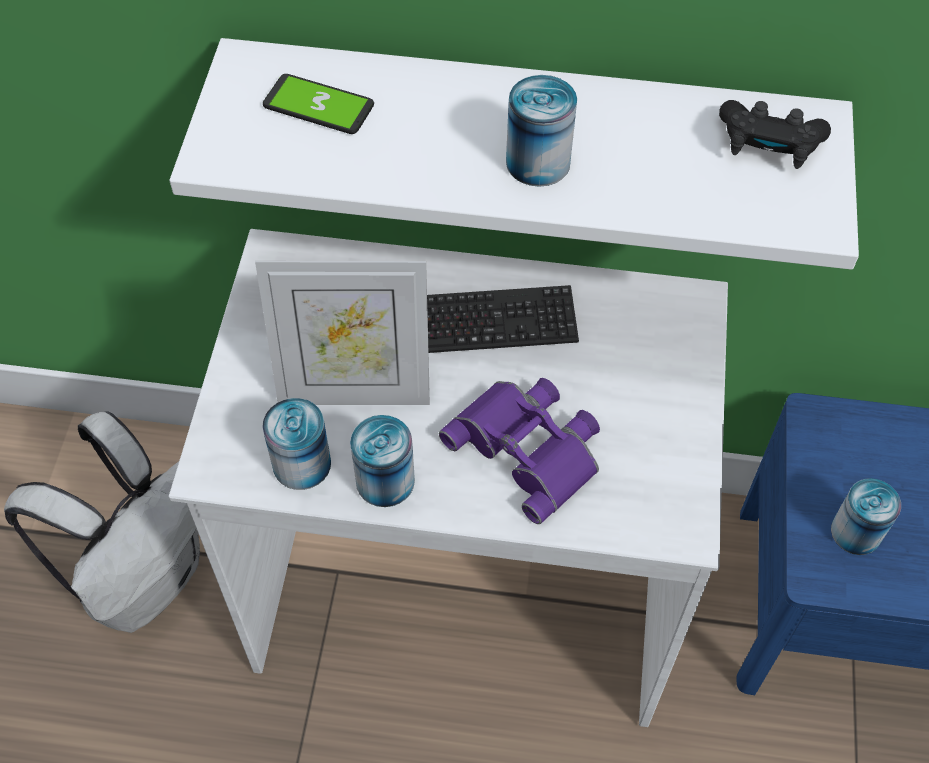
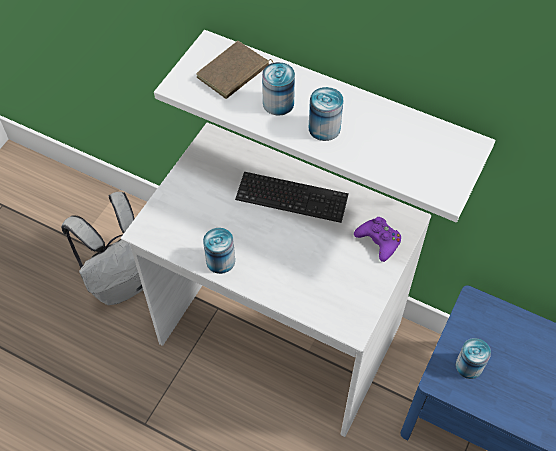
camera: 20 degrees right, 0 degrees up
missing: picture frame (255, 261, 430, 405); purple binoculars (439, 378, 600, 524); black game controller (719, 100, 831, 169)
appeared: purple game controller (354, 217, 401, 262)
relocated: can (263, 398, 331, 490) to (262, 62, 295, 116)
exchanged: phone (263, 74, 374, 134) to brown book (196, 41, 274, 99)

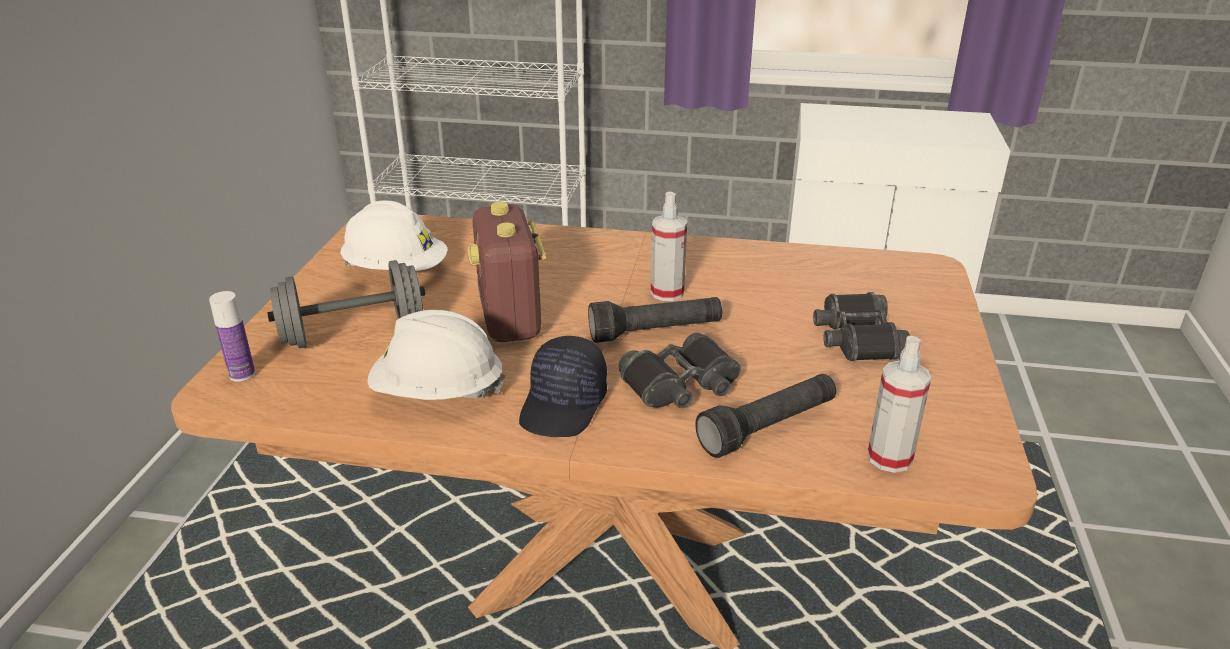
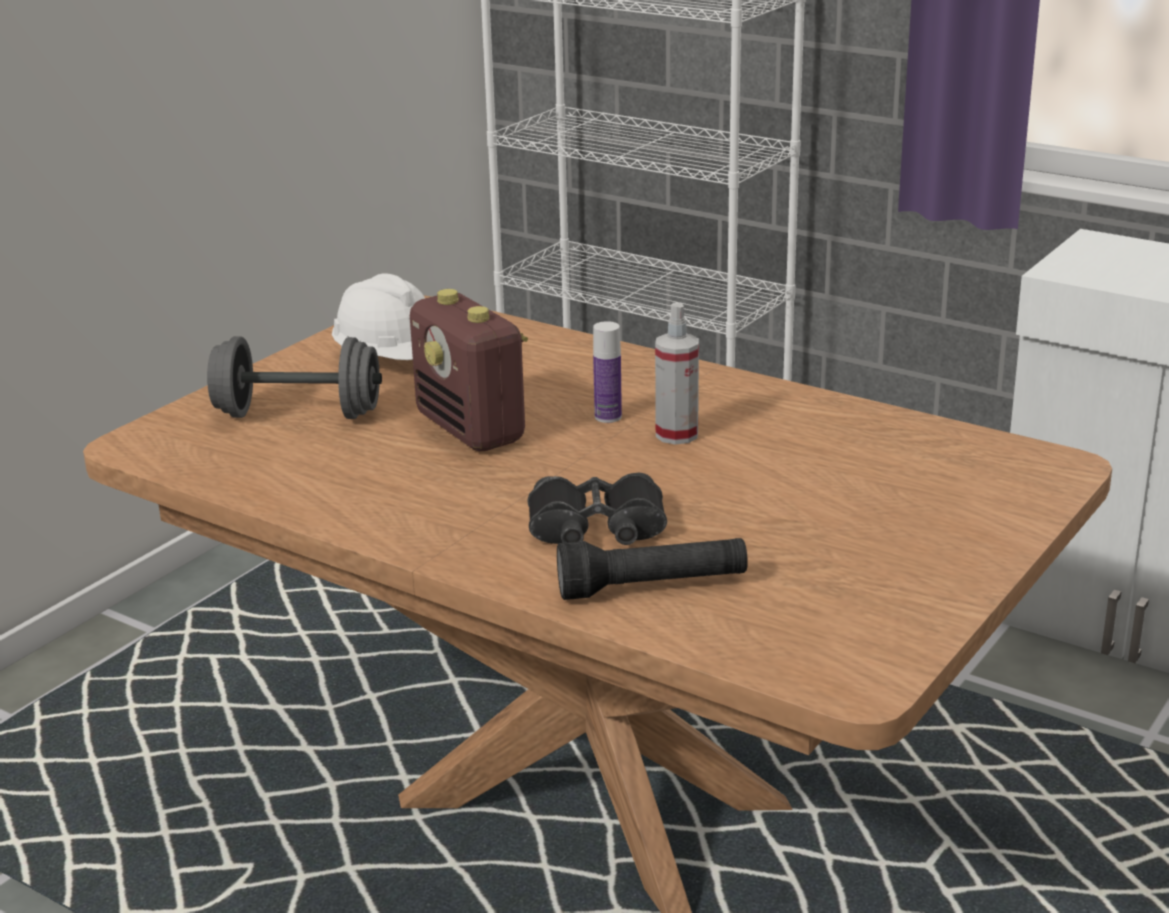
camera: 25 degrees right, 5 degrees down
missing: white hard hat (367, 310, 505, 400); black cap (519, 336, 607, 437); black flashlight (588, 297, 722, 343); black binoculars (813, 292, 910, 361); spray bottle (867, 336, 931, 473)
relocated: bottle (209, 291, 255, 382) to (593, 321, 622, 423)
spun: radio (468, 202, 546, 342) = (410, 289, 528, 451) 45 degrees counterclockwise

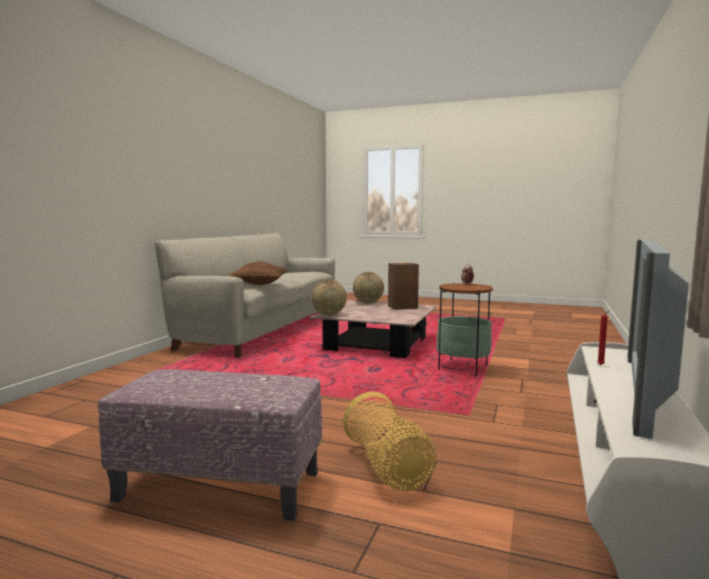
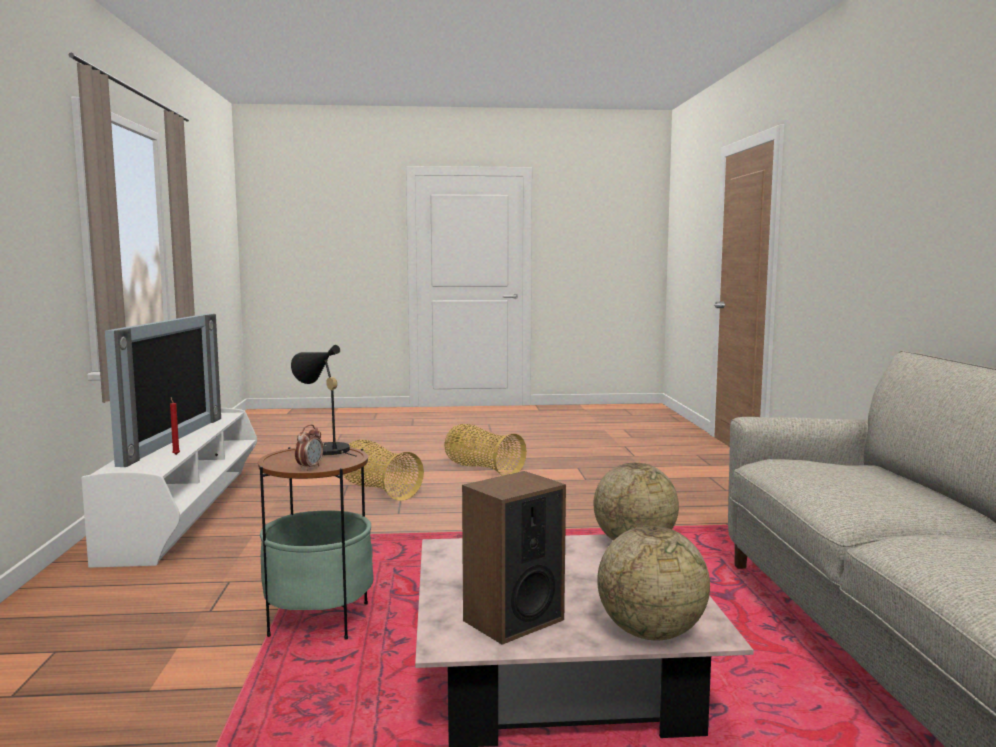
camera: 155 degrees right, 0 degrees up
missing: brown pillow (229, 261, 287, 285)
appeared: black table lamp (291, 345, 357, 457)
exchanged: ottoman (98, 369, 322, 521) to basket (444, 424, 527, 476)

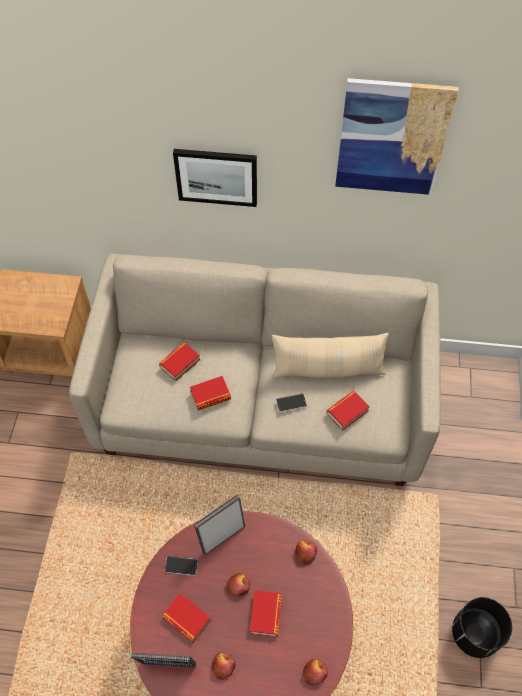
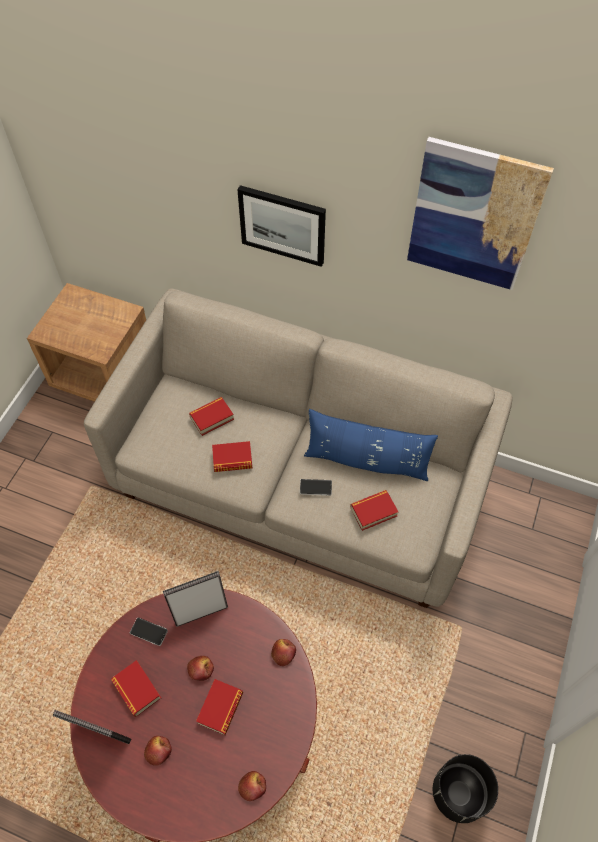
camera: 15 degrees right, 0 degrees up
colour: beige pillow (272, 333, 389, 378) to blue pillow (304, 409, 438, 481)

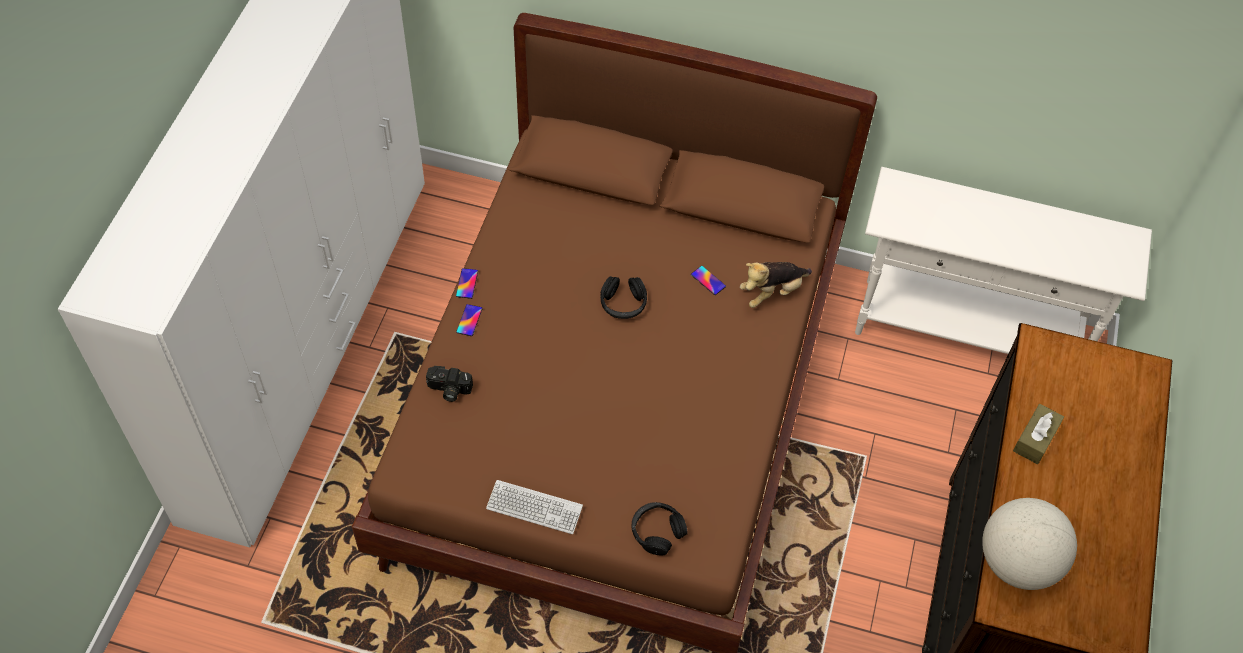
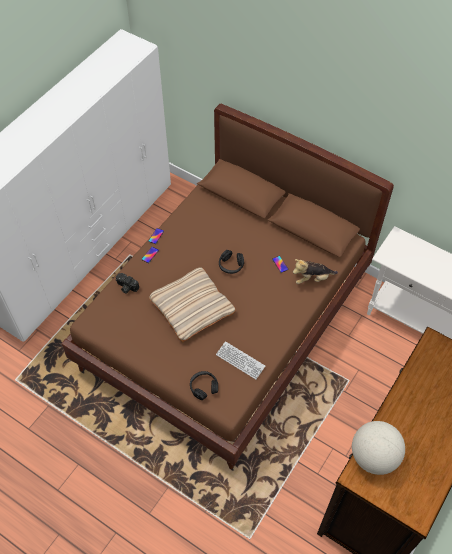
camera: 20 degrees right, 0 degrees up
missing: brown tissue box (1013, 404, 1064, 464)
appeared: beige pillow (149, 267, 236, 342)
relocated: keyboard (486, 480, 583, 534) to (216, 341, 265, 379)

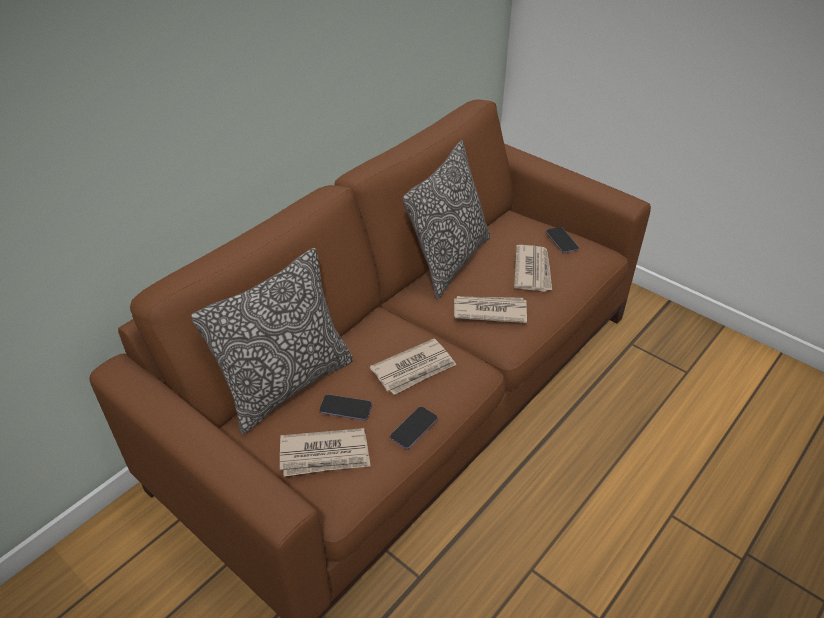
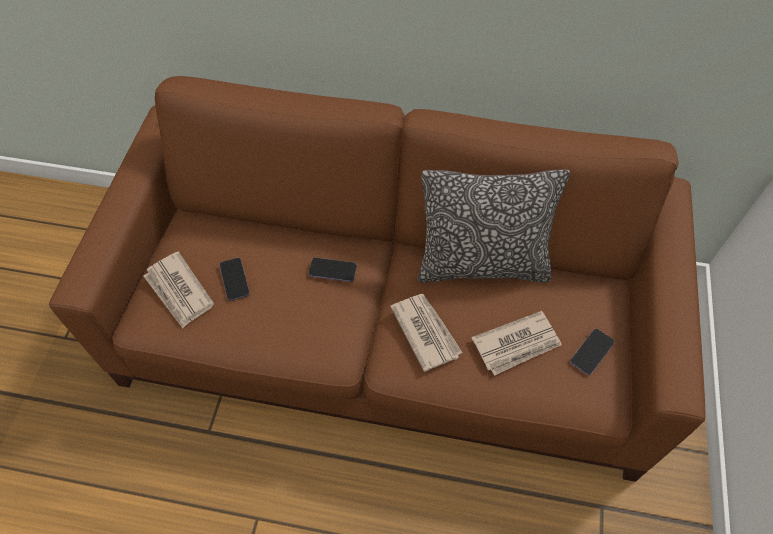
camera: 60 degrees right, 15 degrees up
missing: pillow (191, 248, 353, 434); newspaper (370, 338, 456, 395)
relocated: phone (390, 407, 438, 449) to (309, 257, 357, 282)

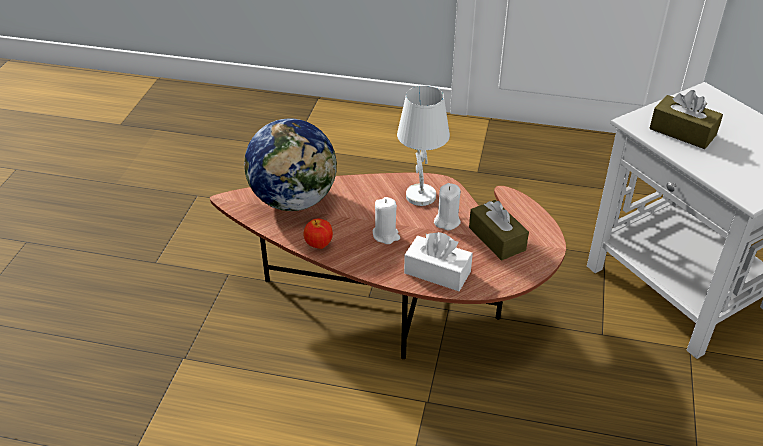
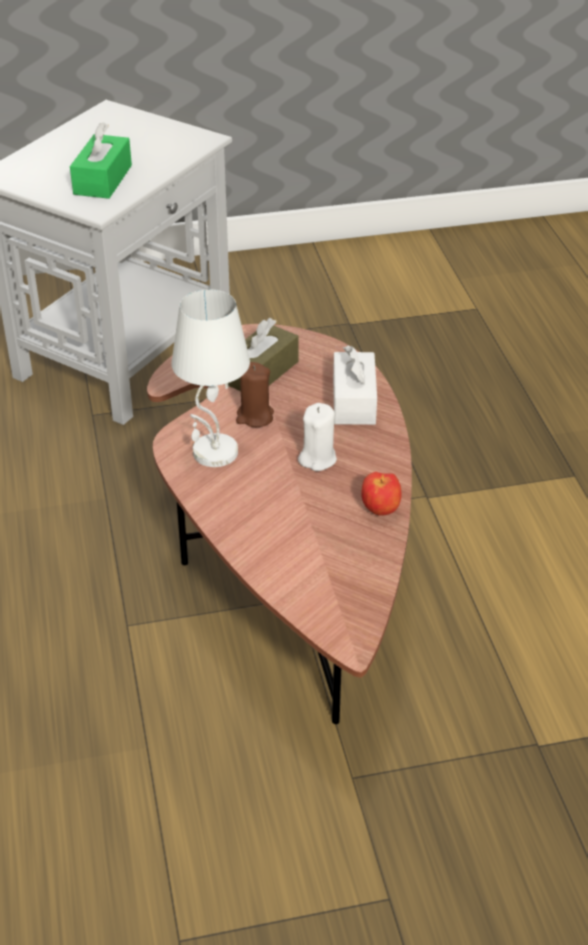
camera: 115 degrees left, 0 degrees up
missing: globe (244, 119, 337, 211)
colour: white candle (434, 183, 461, 230) to brown candle (236, 362, 274, 427); brown tissue box (649, 90, 723, 149) to green tissue box (70, 122, 132, 199)

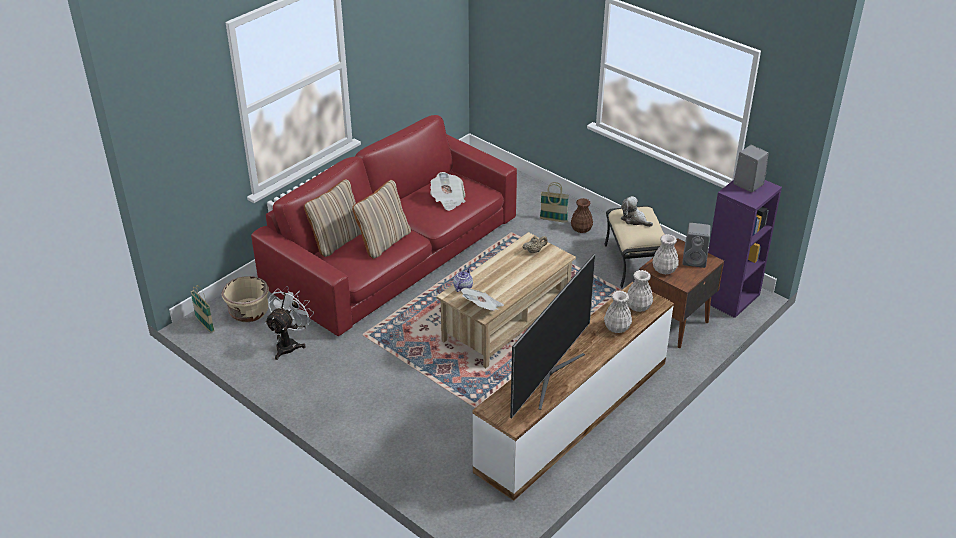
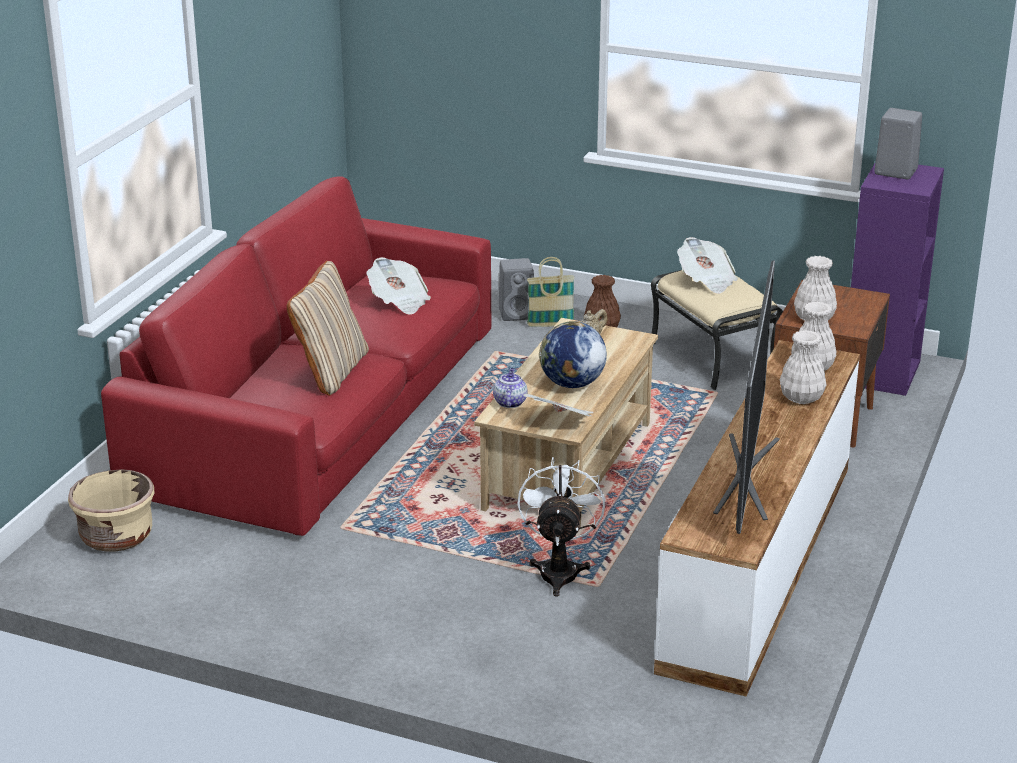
camera: 20 degrees left, 10 degrees down
missing: basket (190, 285, 215, 333); beige pillow (304, 179, 362, 257)
appeared: globe (539, 321, 607, 388)
relocated: white fan (265, 286, 314, 360) to (517, 457, 606, 597); grey speaker (683, 223, 711, 268) to (499, 258, 534, 321)
exchanged: plush toy (621, 196, 653, 227) to newspaper (677, 237, 738, 294)

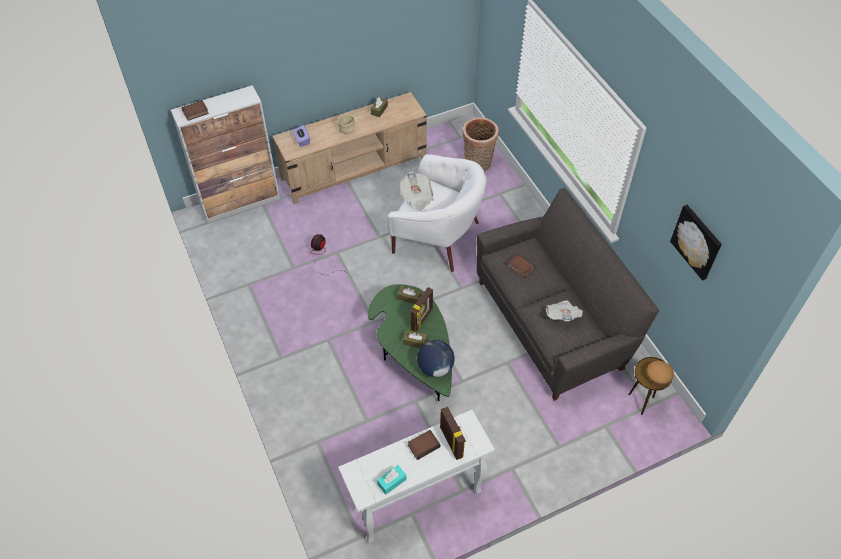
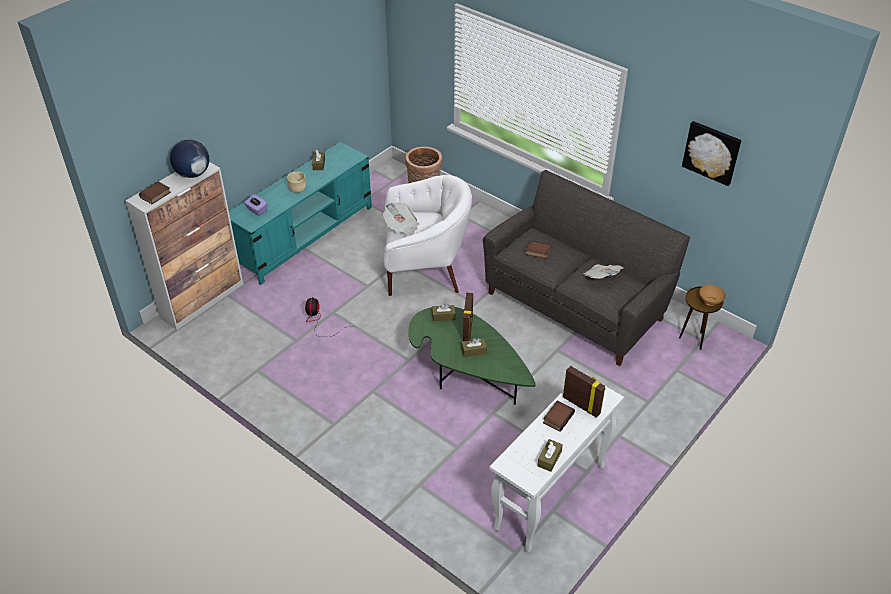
camera: 25 degrees left, 10 degrees down
relocated: globe (417, 340, 455, 377) to (170, 140, 209, 178)
colour: beige tv stand (273, 92, 427, 204) to turquoise tv stand (229, 142, 372, 285); turquoise tissue box (377, 465, 406, 495) to brown tissue box (537, 439, 563, 472)

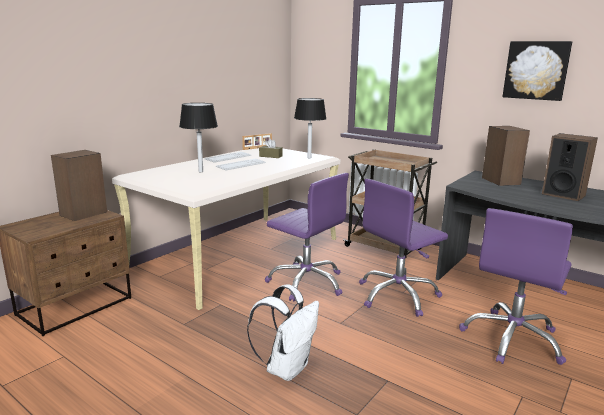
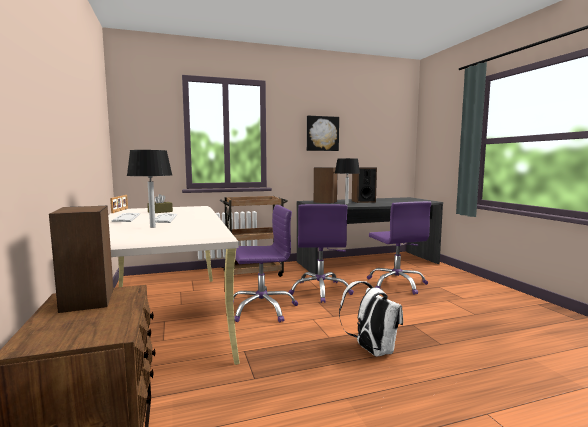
camera: 55 degrees left, 10 degrees down
relocated: black table lamp (294, 98, 327, 158) to (335, 158, 360, 205)

